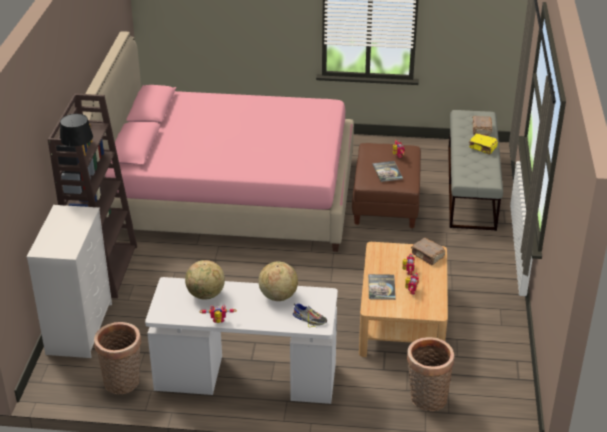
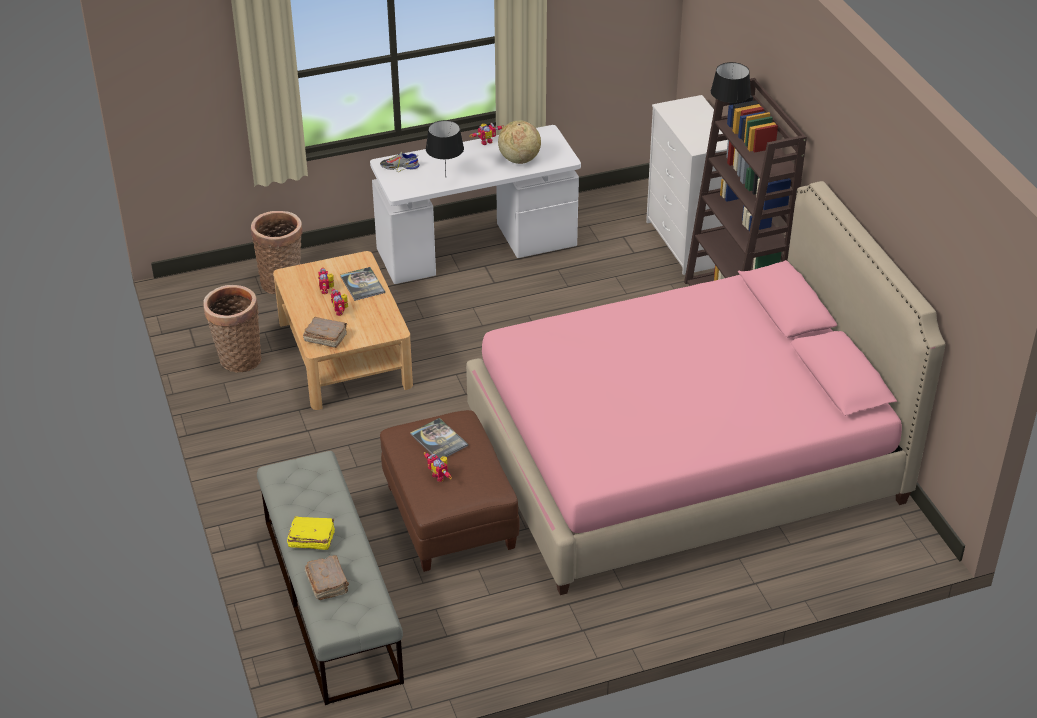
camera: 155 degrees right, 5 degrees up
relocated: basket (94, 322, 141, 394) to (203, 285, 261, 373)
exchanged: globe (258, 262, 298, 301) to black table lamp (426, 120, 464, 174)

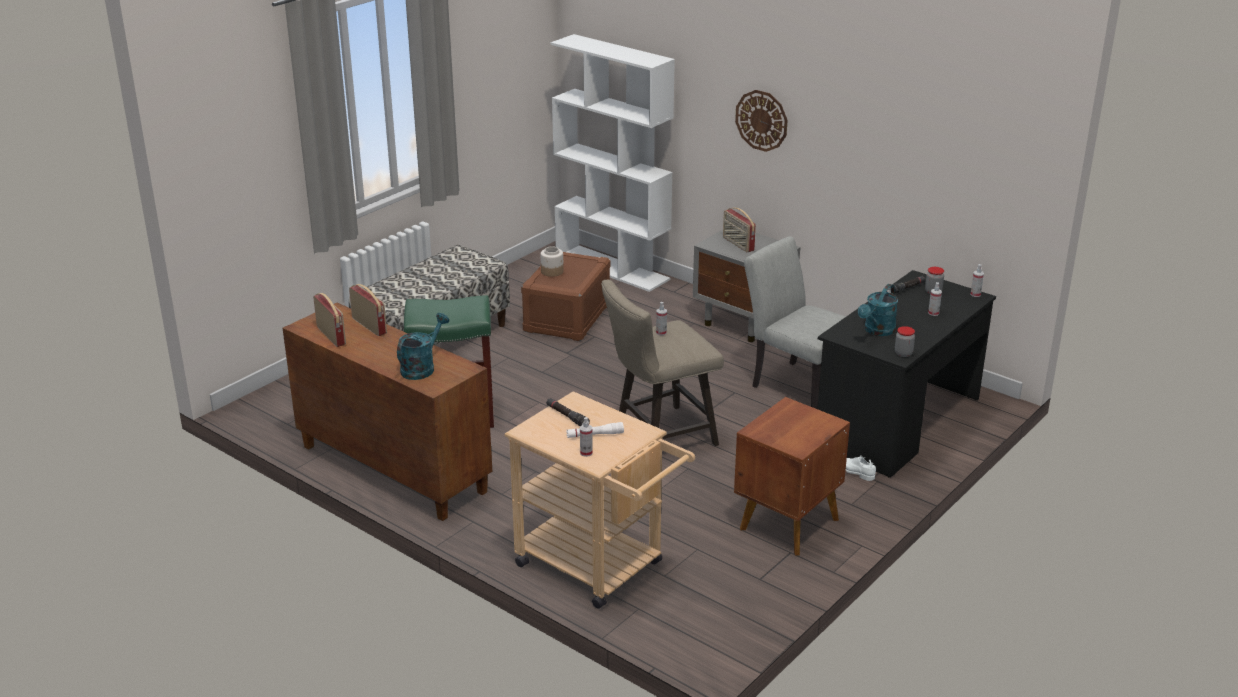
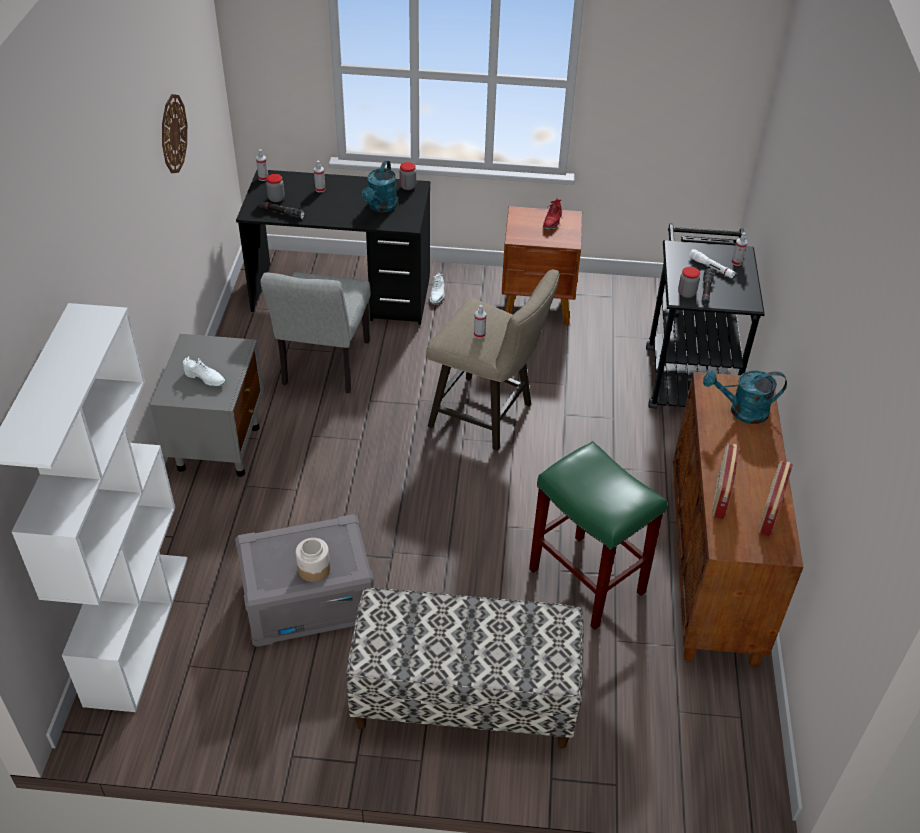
camera: 125 degrees left, 15 degrees up
appeared: red shoe (543, 198, 562, 230); jar (678, 267, 700, 298)
relocated: wall clock (735, 90, 788, 152) to (162, 94, 187, 173)
exchanged: radio (723, 208, 756, 252) to white shoe (183, 356, 226, 386)
colour: beige cart (505, 391, 695, 609) to black cart (646, 224, 765, 409); brown storage box (521, 252, 610, 341) to grey storage box (235, 514, 374, 647)
spun: turquoise watering can (858, 284, 898, 336) = (362, 160, 398, 212) 105 degrees clockwise

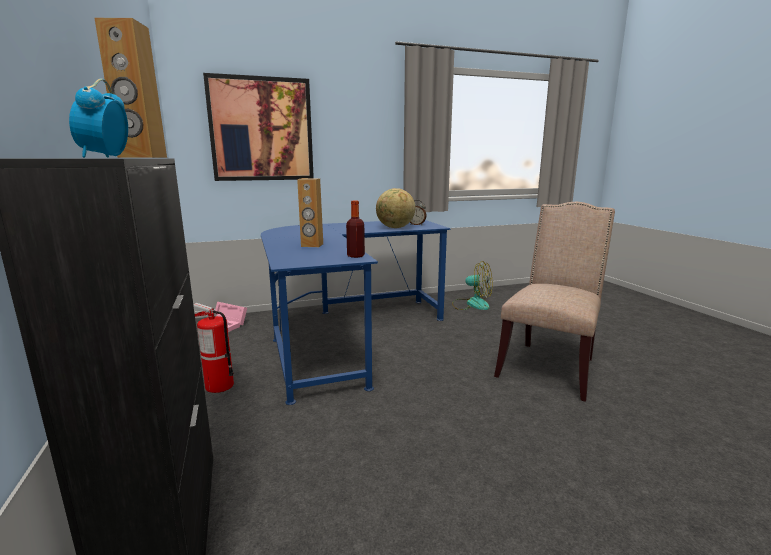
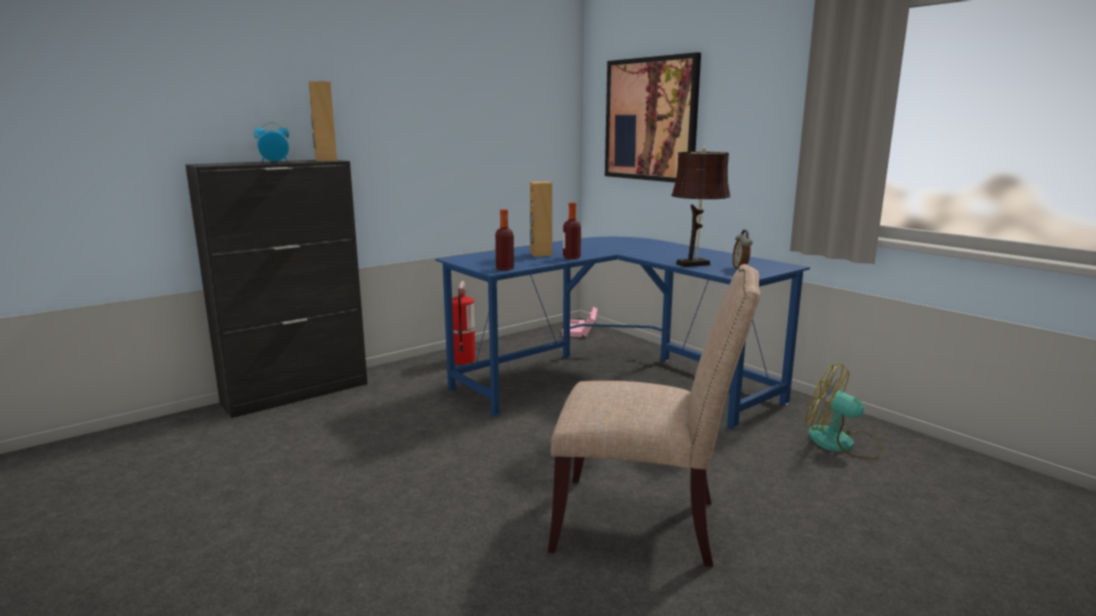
camera: 70 degrees right, 0 degrees up
appeared: bottle (563, 202, 581, 259)
exchanged: globe (376, 188, 415, 228) to brown table lamp (671, 146, 730, 267)
spun: fan (452, 261, 492, 310) = (806, 364, 883, 459) 120 degrees clockwise

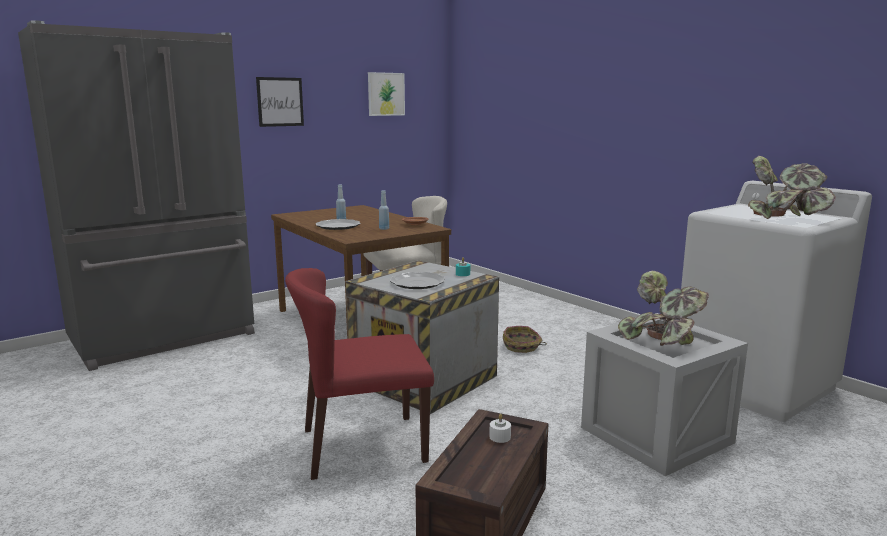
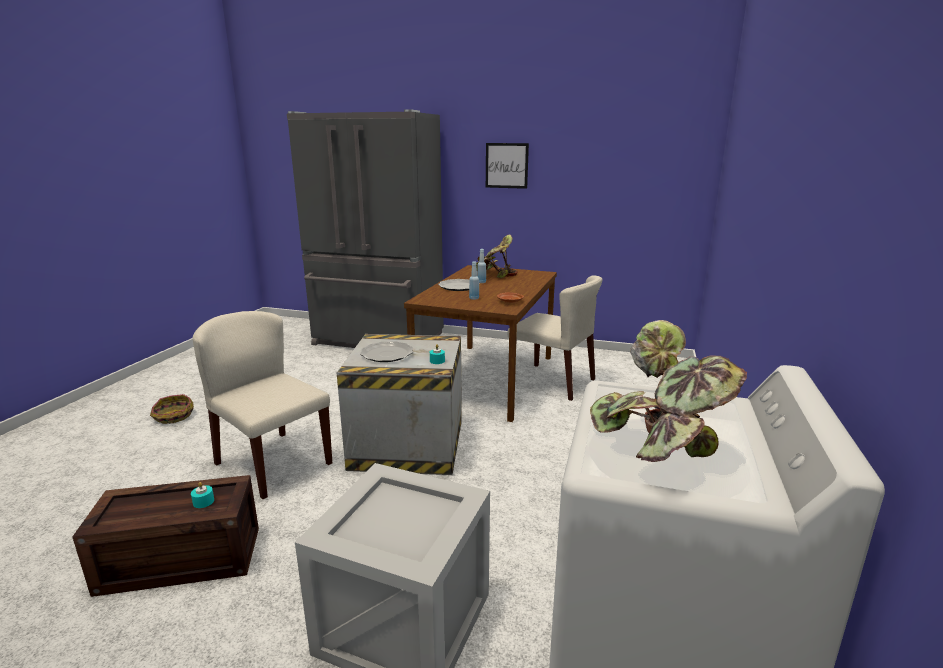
camera: 55 degrees right, 5 degrees up
missing: picture (368, 72, 405, 116)
relocated: basket (503, 326, 547, 353) to (150, 394, 194, 424); potted plant (618, 271, 709, 346) to (476, 235, 518, 278)
colour: red chair (285, 268, 434, 480) to beige chair (193, 311, 332, 499); white candle (489, 414, 511, 443) to turquoise candle (191, 482, 214, 508)

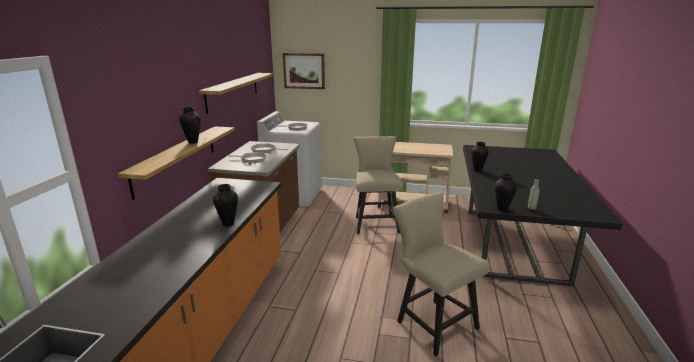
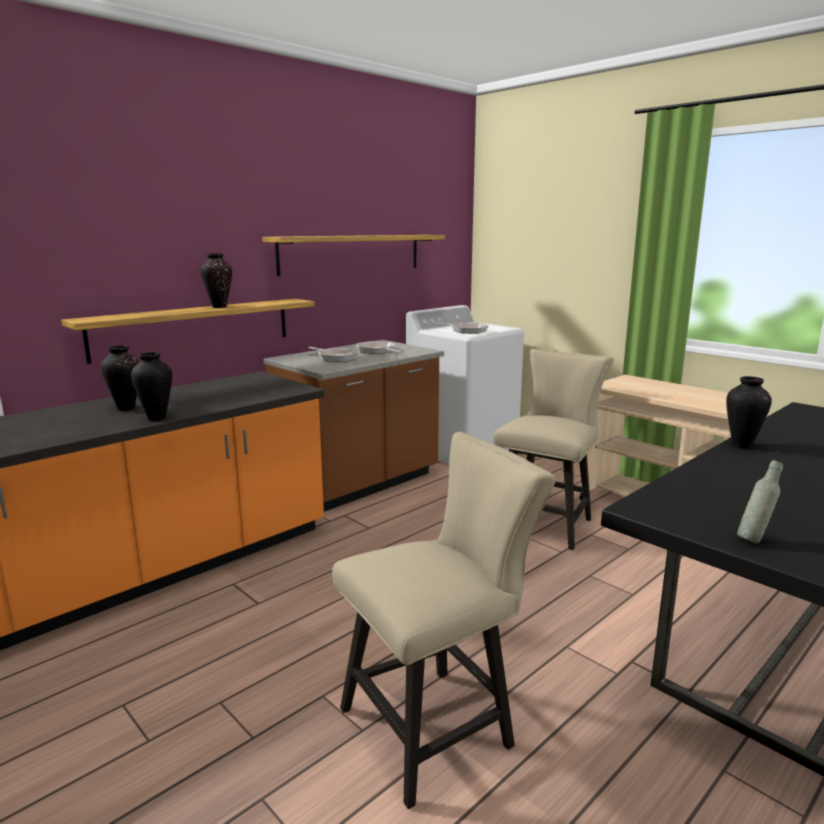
camera: 35 degrees right, 5 degrees down
missing: picture (283, 53, 325, 89)
relocated: vase (495, 174, 517, 211) to (101, 345, 139, 411)
spun: beige chair (393, 192, 490, 356) = (332, 432, 555, 809) 60 degrees clockwise

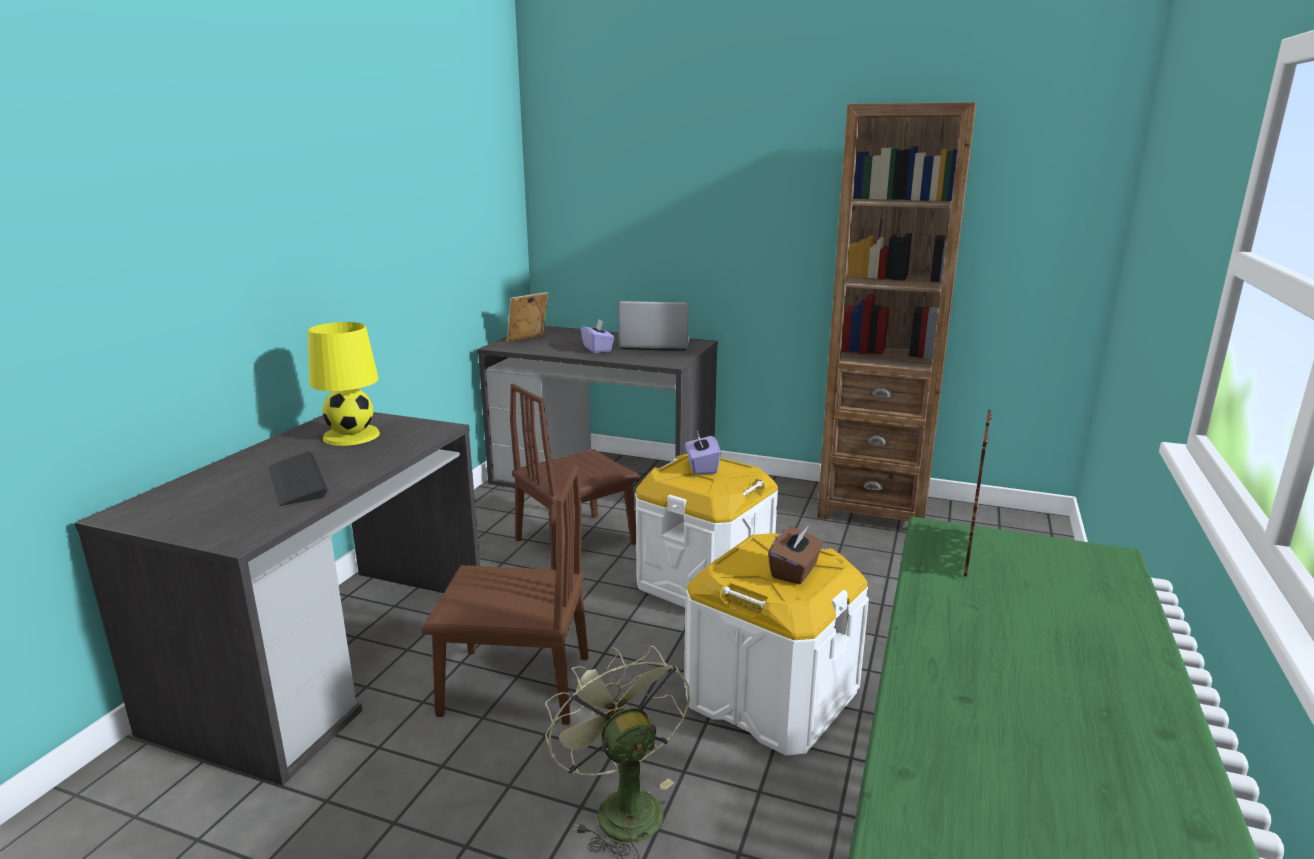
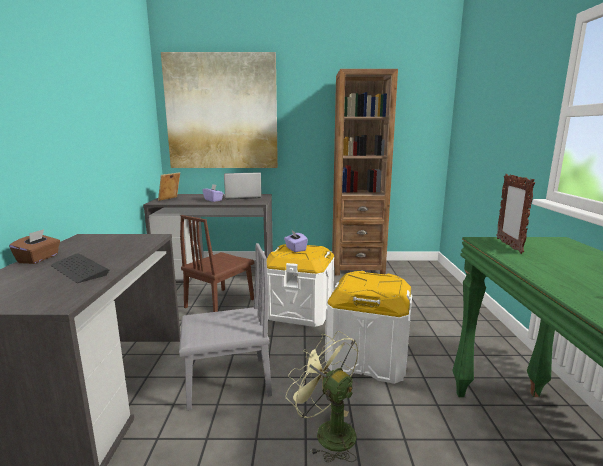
camera: 20 degrees left, 5 degrees down
missing: yellow table lamp (308, 322, 380, 446)
appeared: picture (161, 52, 278, 168)
relocated: brown tissue box (768, 526, 824, 584) to (9, 229, 60, 264)
colour: brown chair (422, 466, 588, 725) to grey chair (179, 243, 272, 411)

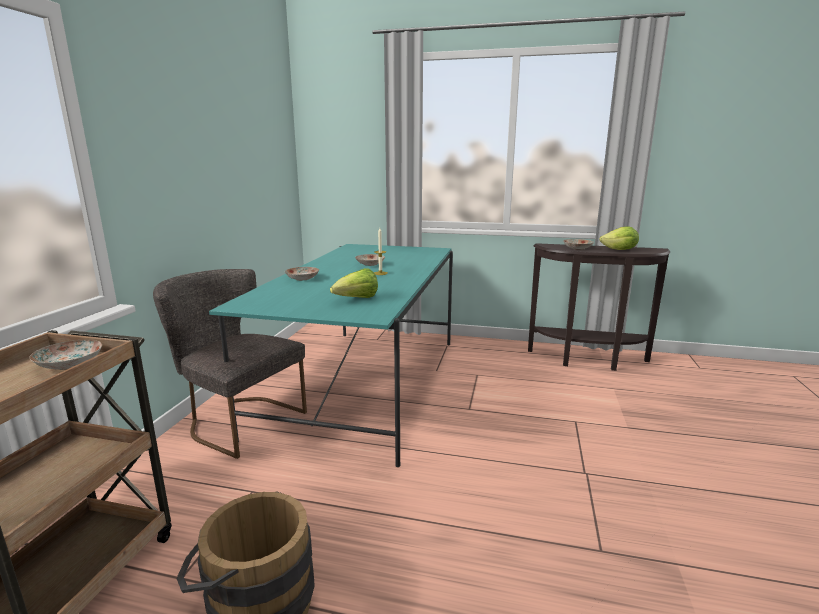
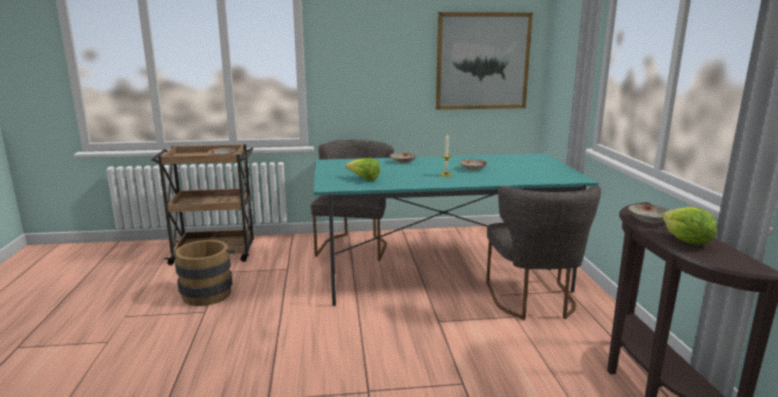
camera: 70 degrees right, 0 degrees up
appeared: picture (436, 12, 533, 110); grey chair (486, 185, 601, 320)

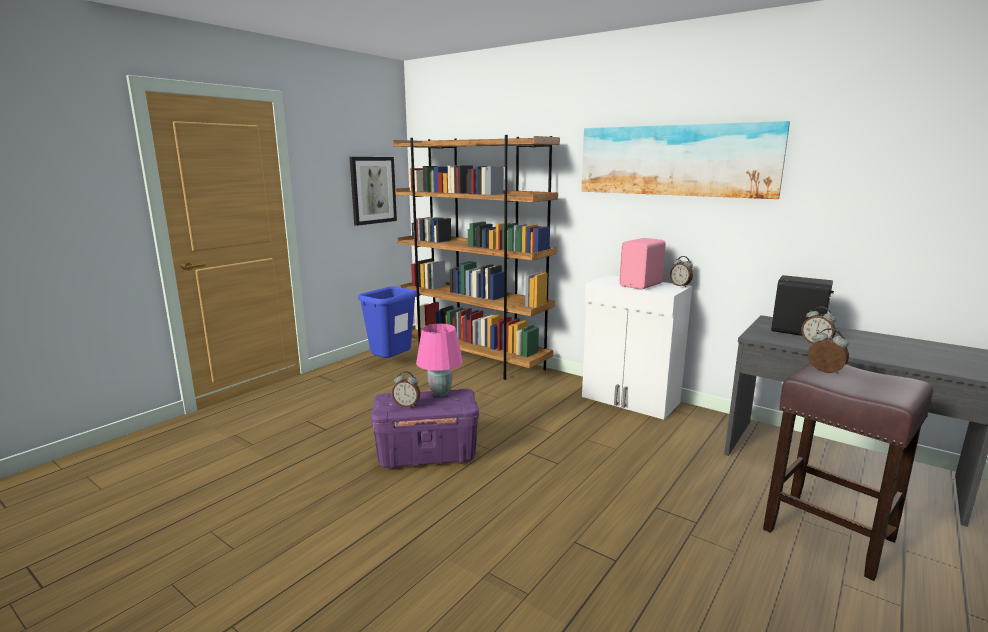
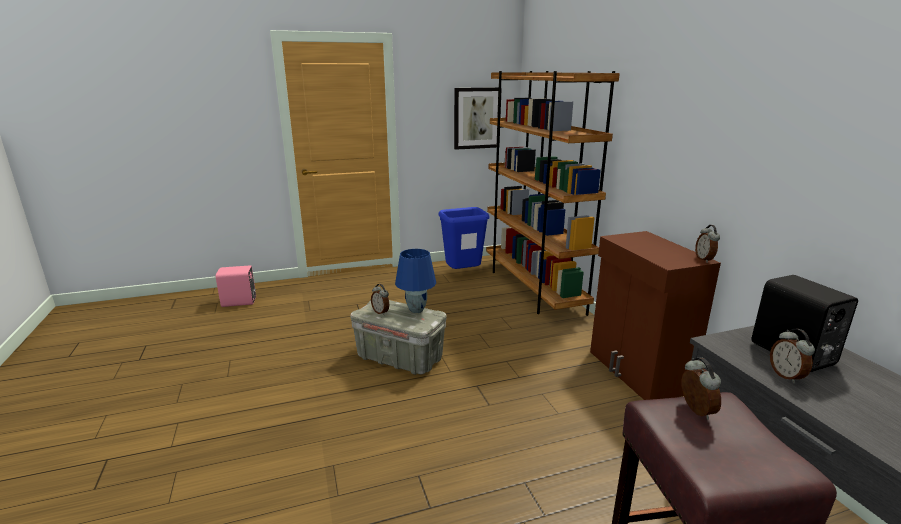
camera: 35 degrees right, 5 degrees up
missing: picture (581, 121, 790, 199)
relocated: pink speaker (619, 238, 666, 290) to (216, 265, 256, 307)
colour: purple storage box (371, 389, 479, 469) to grey storage box (350, 300, 447, 375); pink table lamp (416, 324, 463, 397) to blue table lamp (395, 249, 436, 313); white cabinet (582, 275, 692, 420) to brown cabinet (590, 231, 721, 400)

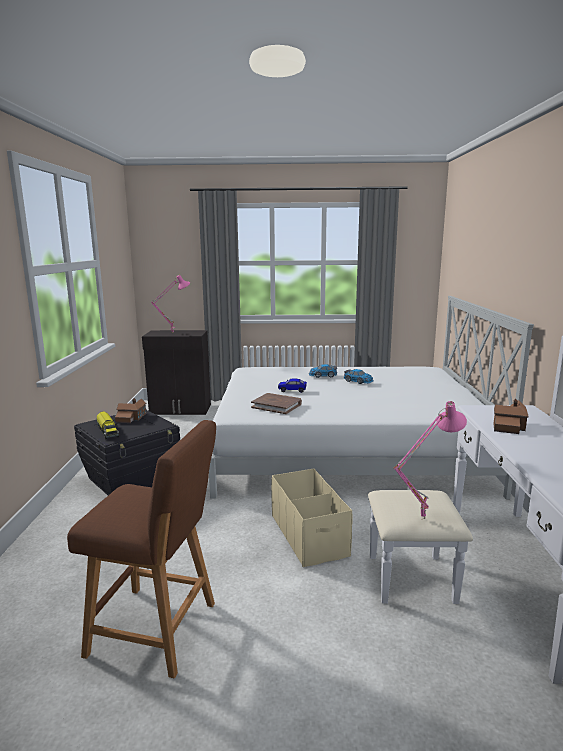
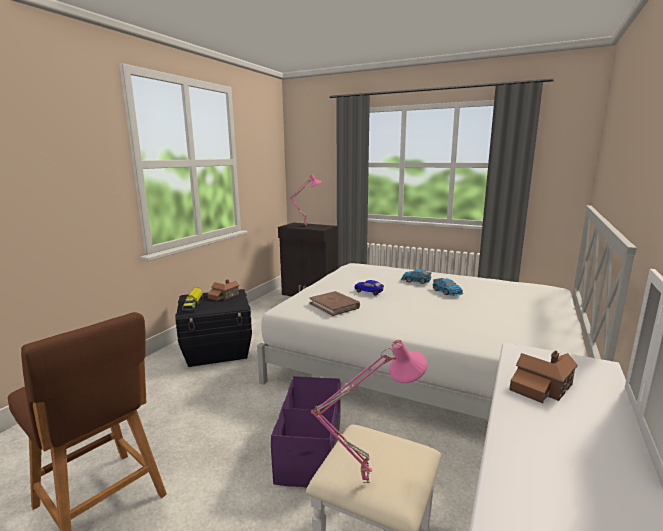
camera: 25 degrees right, 0 degrees up
colour: beige storage box (271, 469, 353, 567) to purple storage box (271, 376, 341, 487)

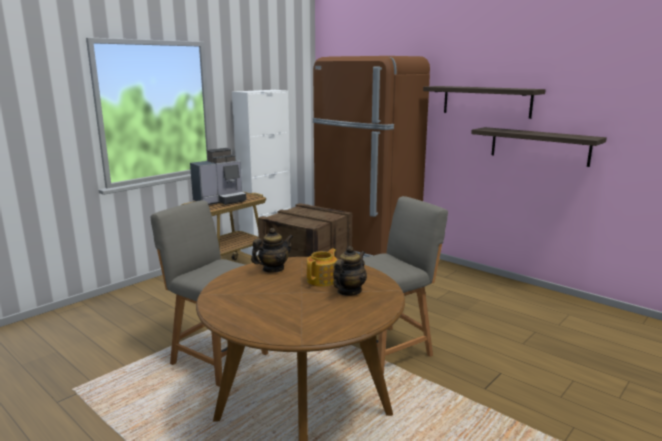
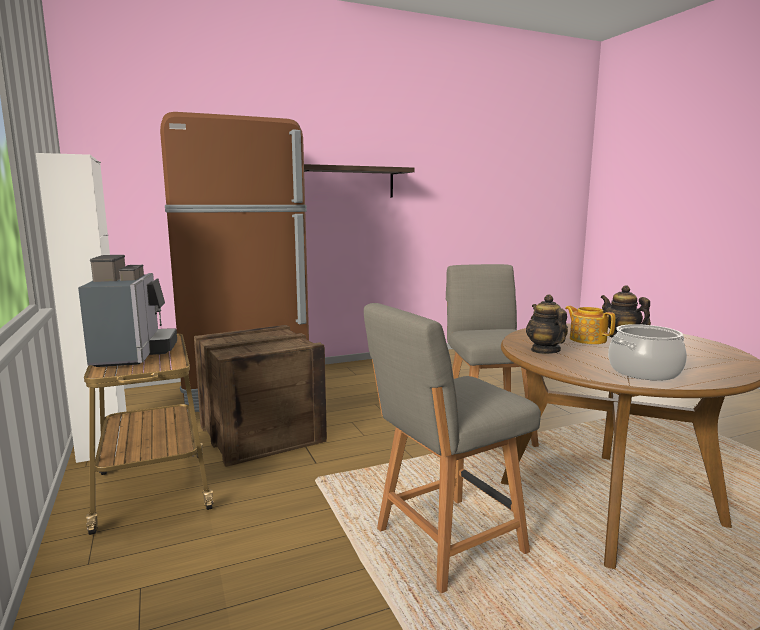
camera: 65 degrees left, 5 degrees down
missing: shelf (471, 127, 607, 167)
appeared: cooking pot (608, 324, 687, 381)

